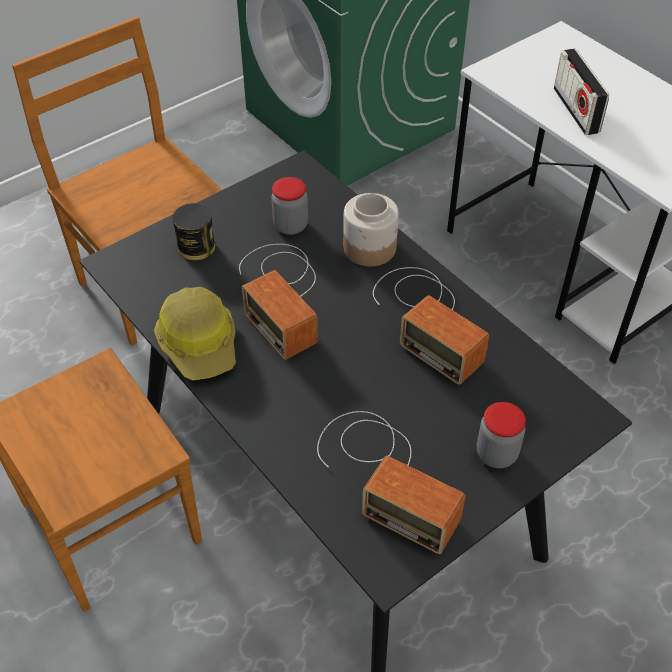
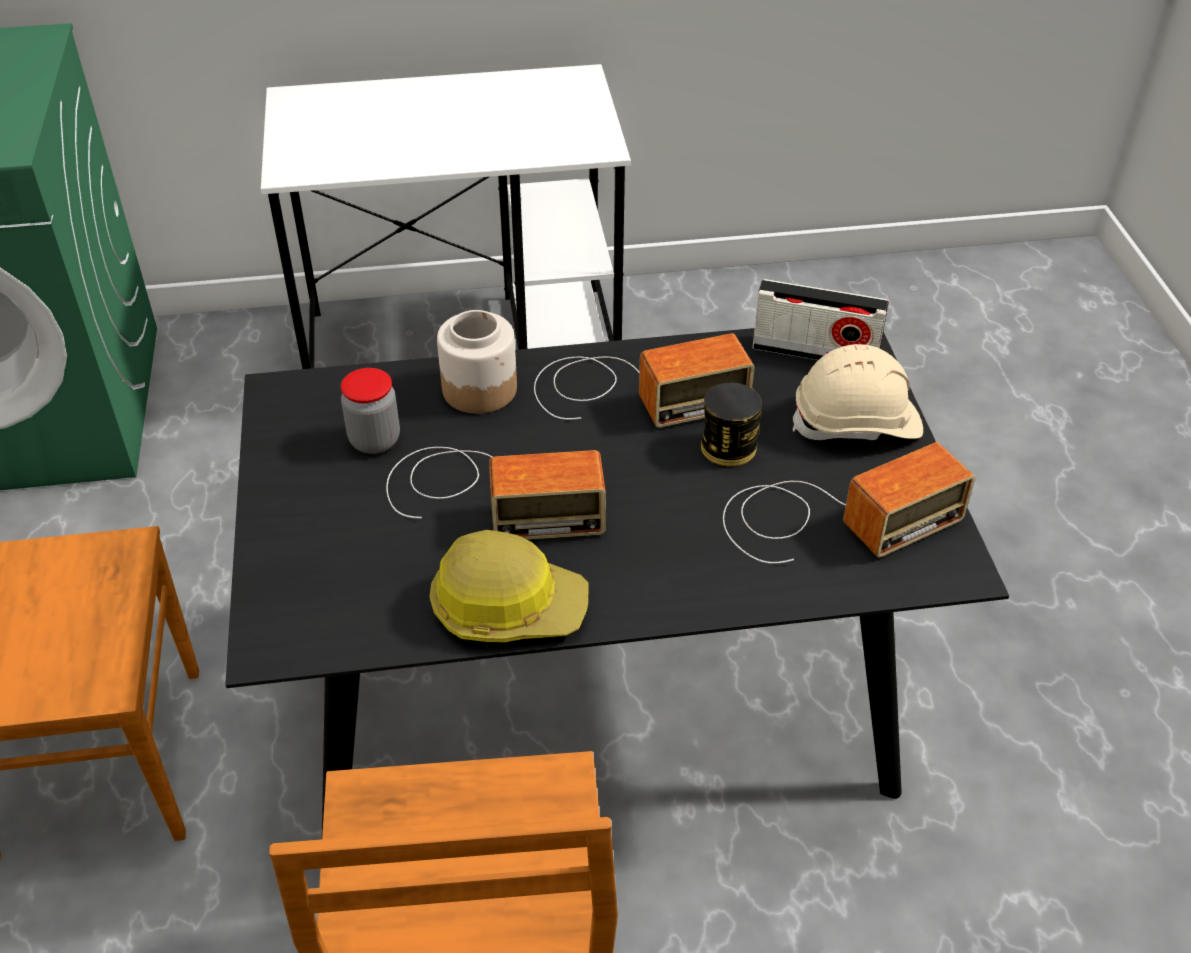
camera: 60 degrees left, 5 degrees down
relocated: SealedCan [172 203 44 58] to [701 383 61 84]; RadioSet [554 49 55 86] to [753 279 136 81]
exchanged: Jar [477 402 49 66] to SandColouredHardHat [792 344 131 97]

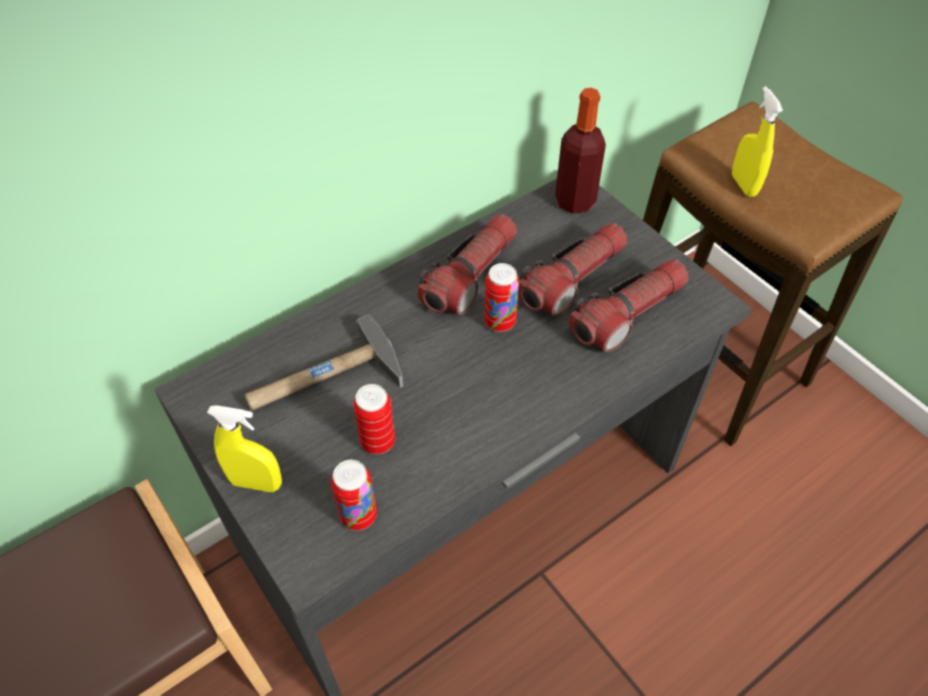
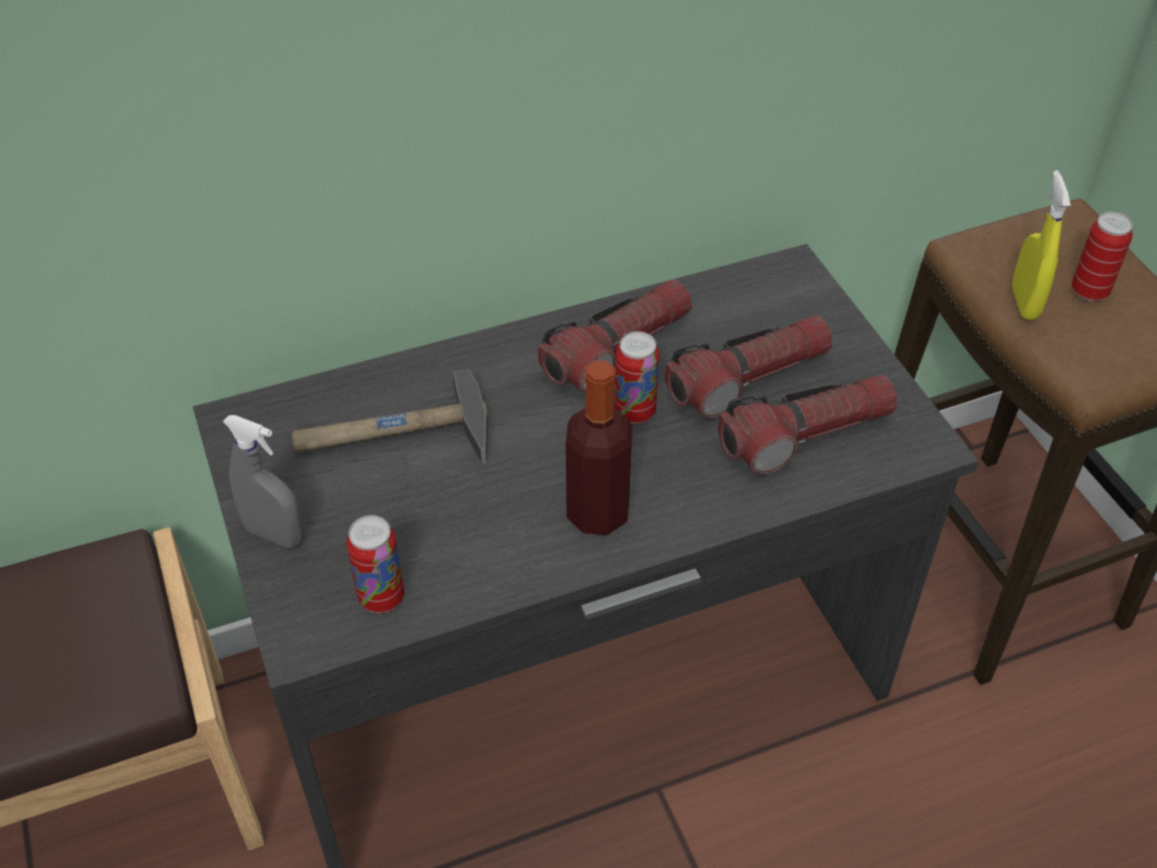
camera: 15 degrees right, 5 degrees down
relocated: SealedCan [354 384 41 70] to [1072 212 61 89]; Bottle [555 88 51 125] to [566 360 66 175]
colour: YellowColouredSprayer [207 405 75 87] to GreySprayer [223 415 81 134]

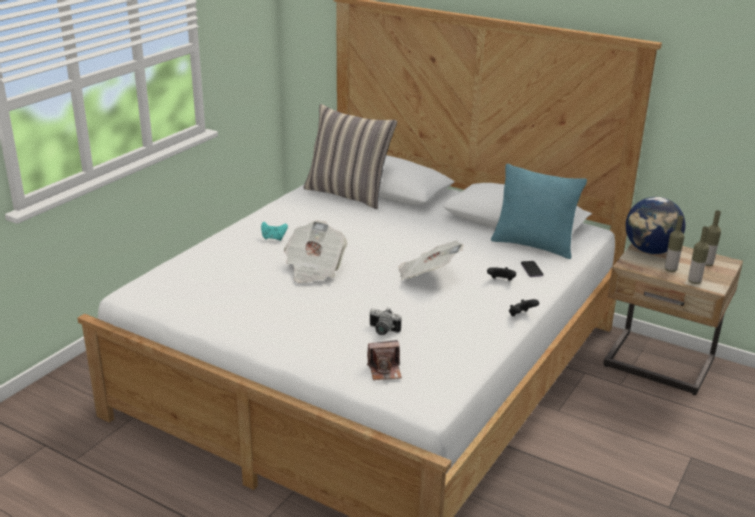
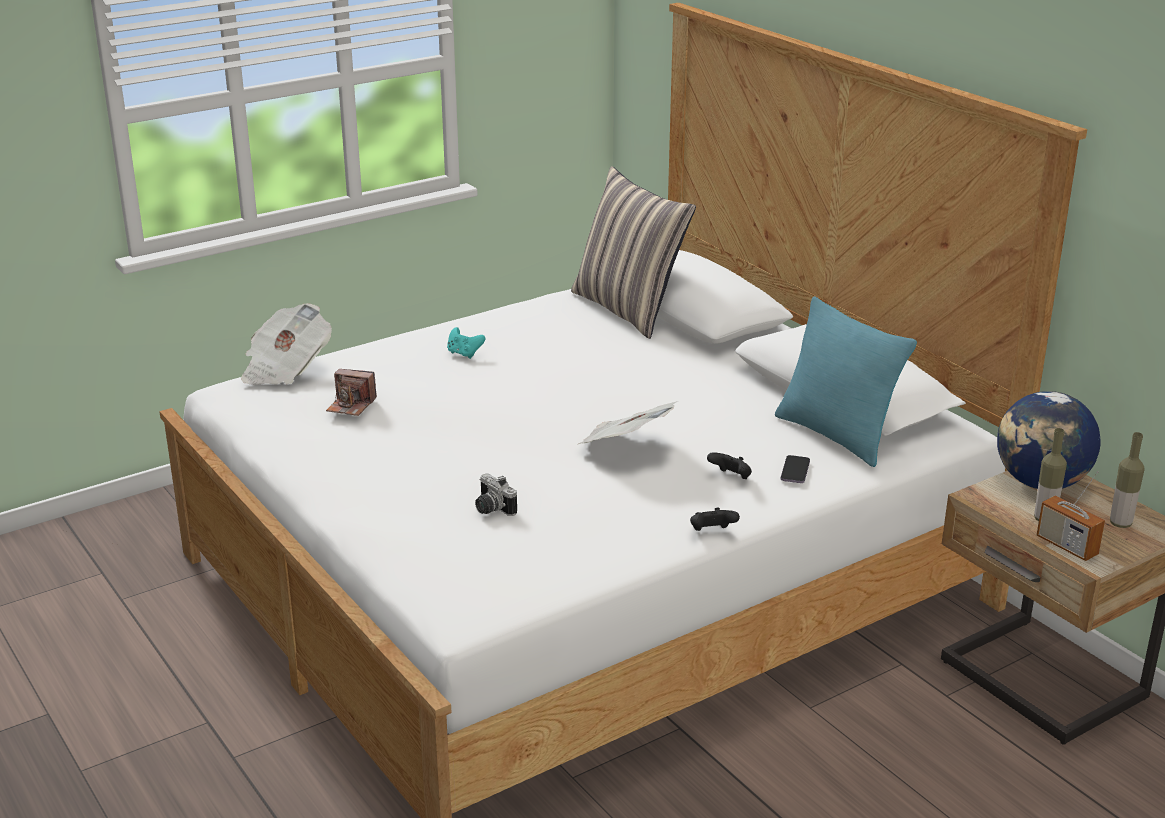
camera: 25 degrees right, 0 degrees up
relocated: Newspaper [284 221 64 62] to [241 303 91 82]; PhotoCamera [367 340 35 40] to [326 369 51 47]
exchanged: Bottle [688 226 21 58] to RadioSet [1037 471 68 90]

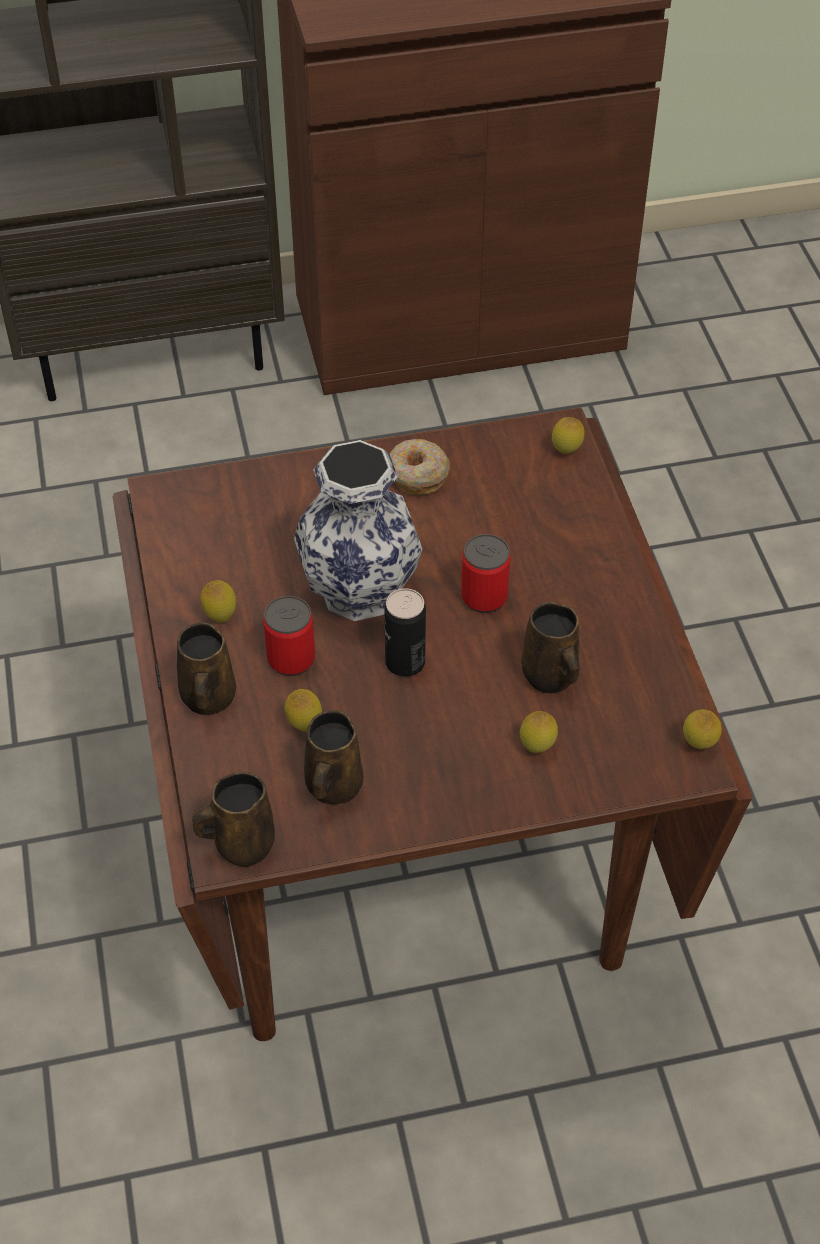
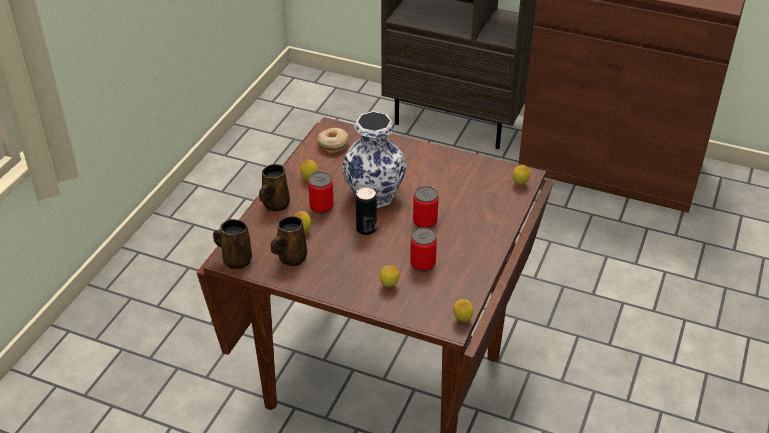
camera: 35 degrees right, 10 degrees down
relocated: Doughnut [390 439 60 56] to [317 128 32 25]
exchanged: BrownColouredTeaMug [522 602 58 91] to SealedCan [410 227 27 45]

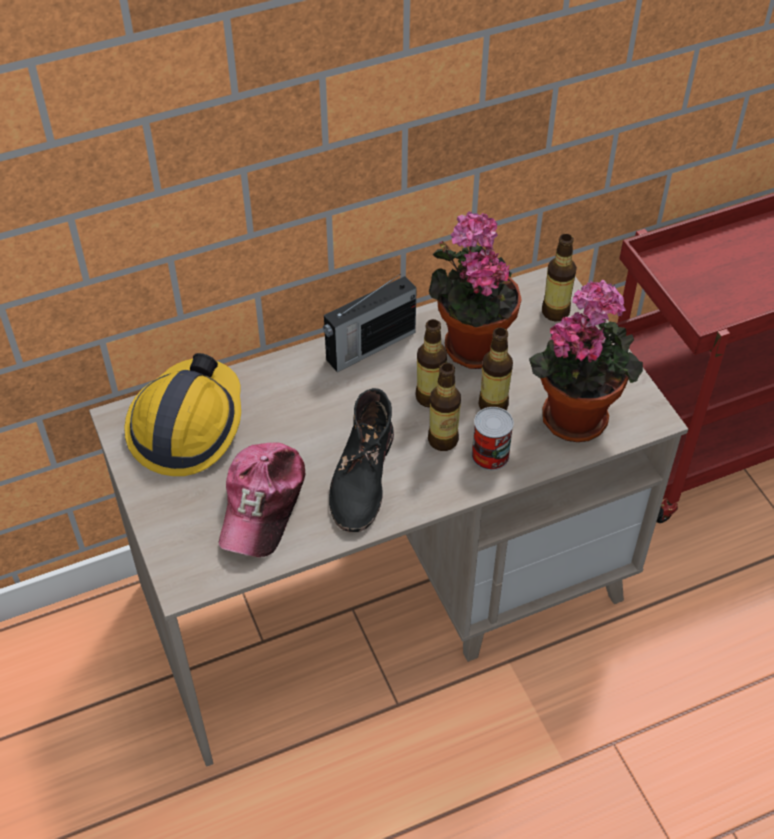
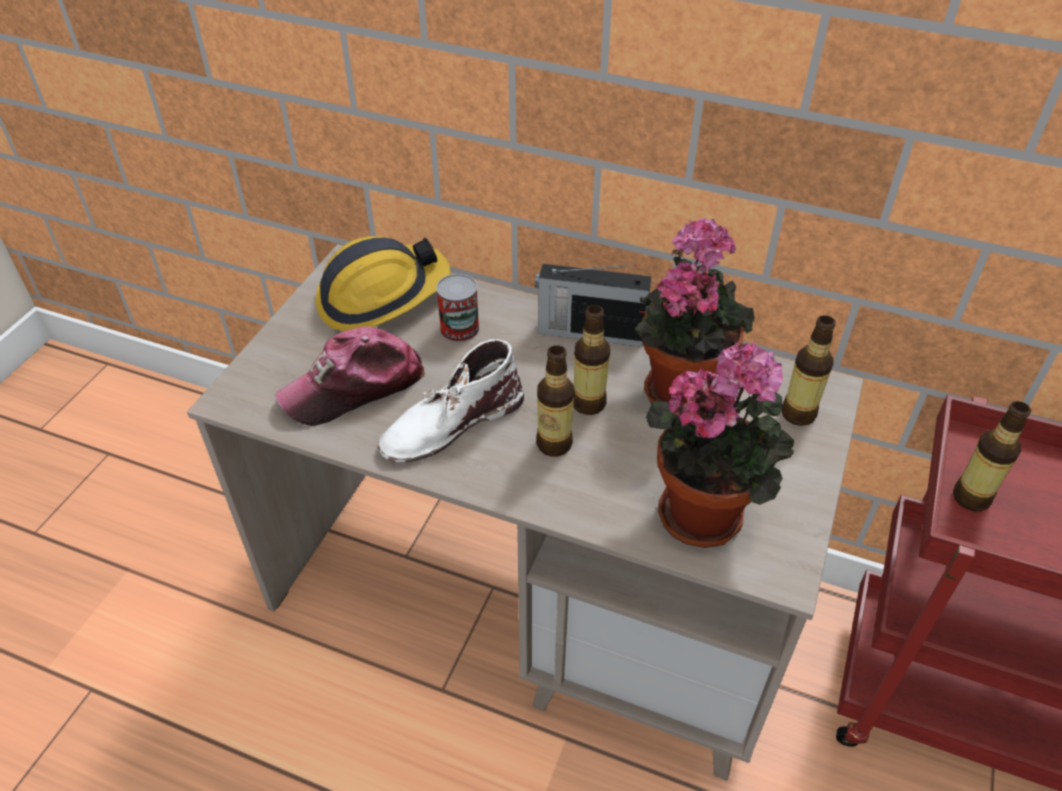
camera: 45 degrees right, 5 degrees down
relocated: SealedCan [471 407 43 63] to [436 274 44 69]; Bottle [478 328 35 82] to [953 401 78 110]
colour: BlackColouredBoot [329 388 65 144] to WhiteColouredBoot [378 339 146 124]

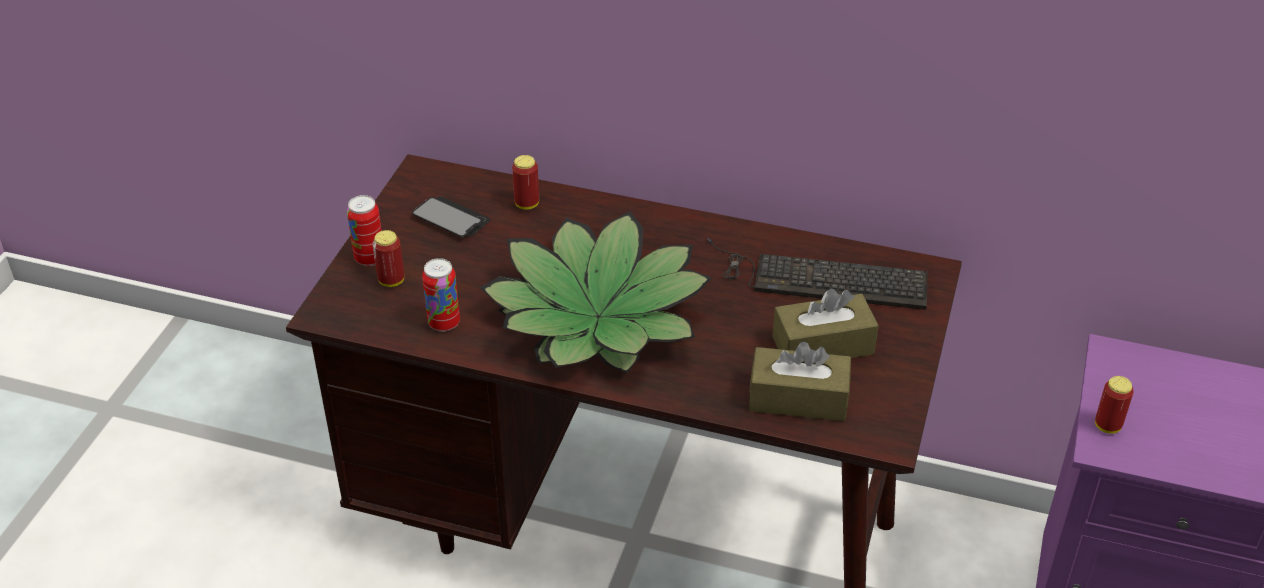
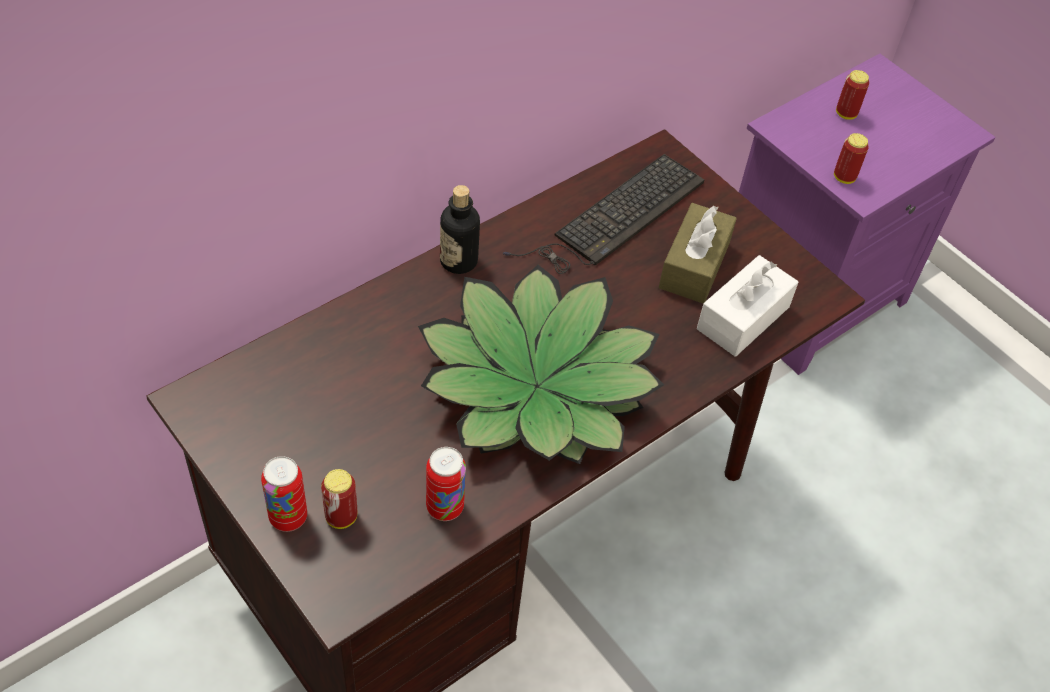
camera: 60 degrees left, 10 degrees up
missing: Phone [412 196 78 41]
appeared: Bottle [440 185 40 89]
relocated: SealedCan [512 155 27 55] to [836 70 33 50]
colour: BrownColouredTissueBox [749 342 102 79] to WhiteColouredTissueBox [697 255 101 102]

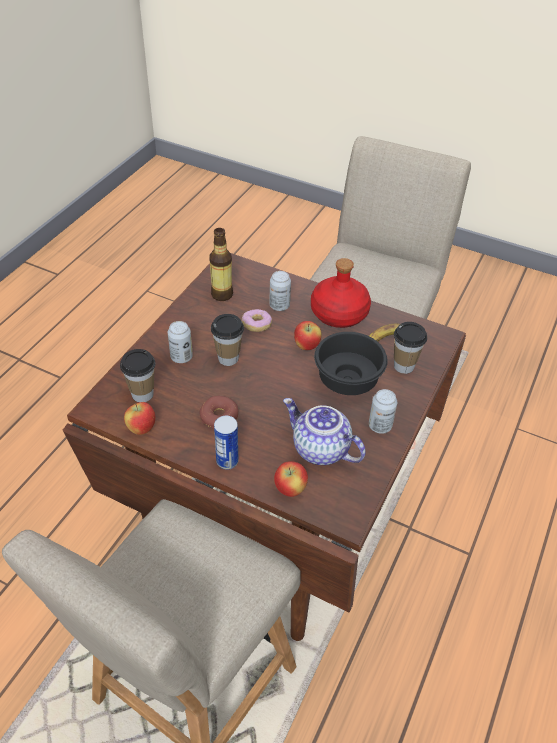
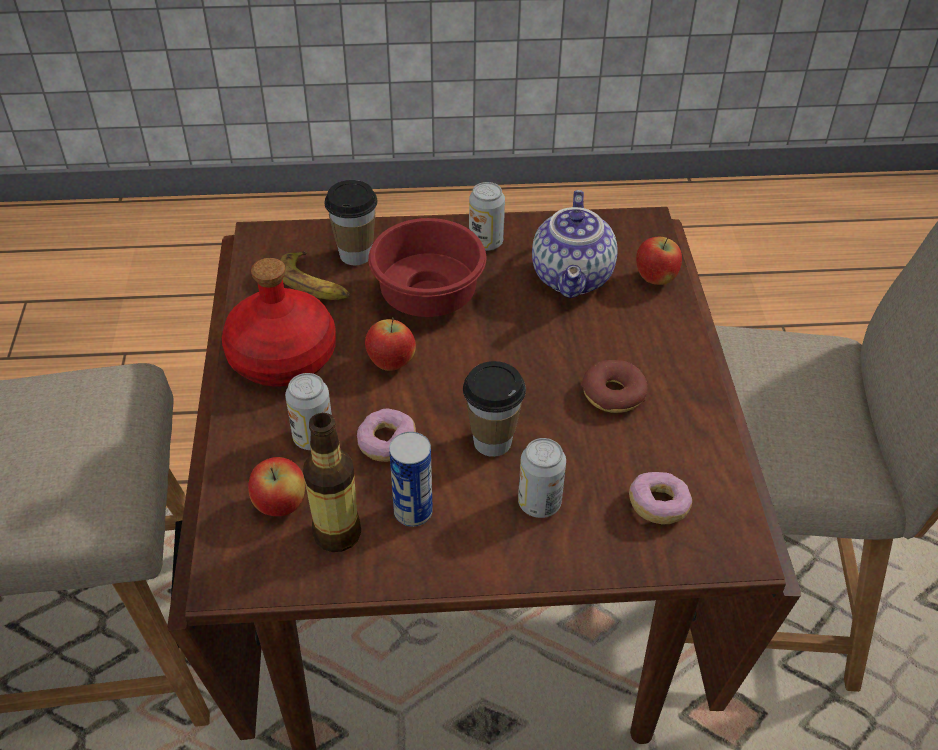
camera: 120 degrees left, 0 degrees up
relocated: WholeApple [124 402 32 33] to [248 457 57 59]; SealedCan [214 416 25 54] to [389 432 44 95]
exchanged: SmallCup [120 349 36 53] to Doughnut [629 472 63 52]
colour: BlackColouredServingBowl [314 332 74 63] to RedServingBowl [368 218 118 99]

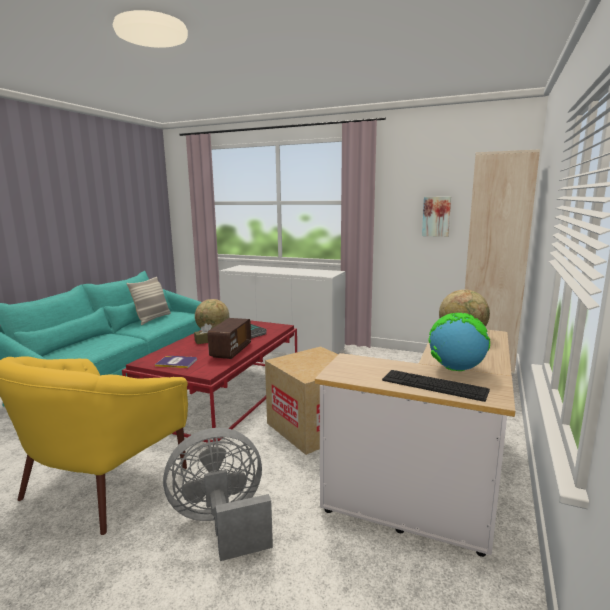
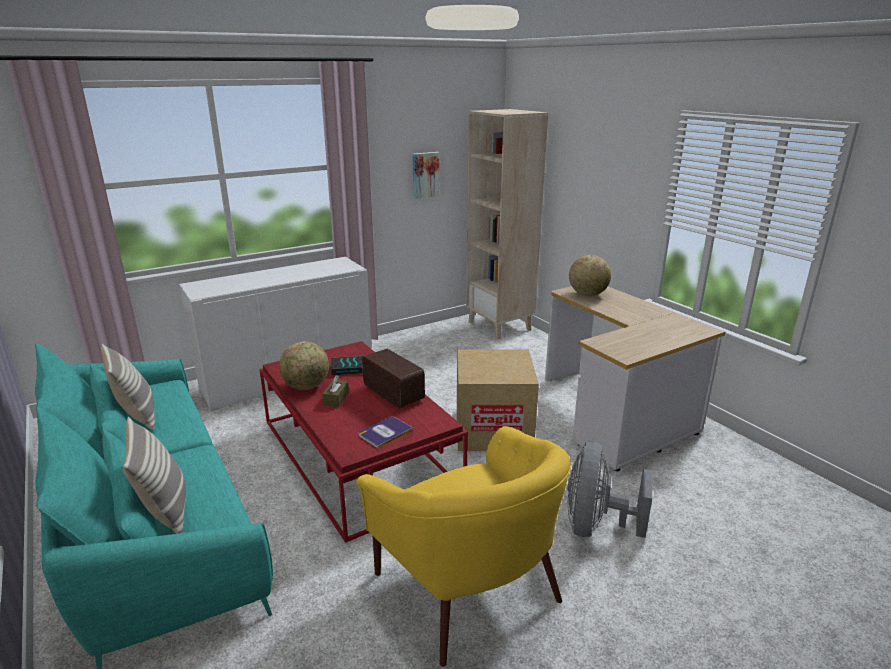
camera: 55 degrees left, 10 degrees up
missing: ComputerKeyboard [382 370 108 32]; Globe [428 313 62 58]
appeared: ThrowPillow [123 417 63 117]

